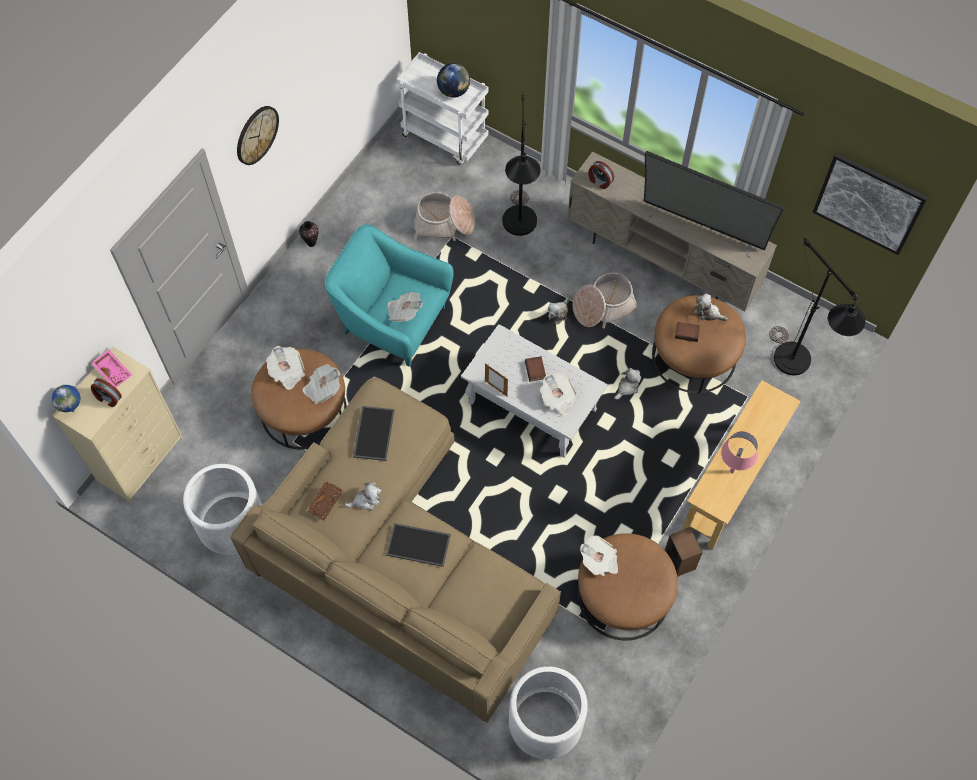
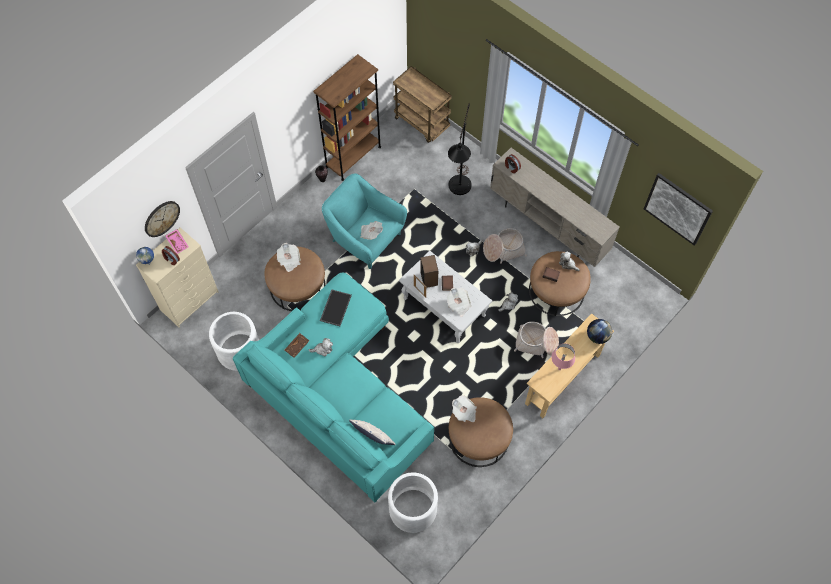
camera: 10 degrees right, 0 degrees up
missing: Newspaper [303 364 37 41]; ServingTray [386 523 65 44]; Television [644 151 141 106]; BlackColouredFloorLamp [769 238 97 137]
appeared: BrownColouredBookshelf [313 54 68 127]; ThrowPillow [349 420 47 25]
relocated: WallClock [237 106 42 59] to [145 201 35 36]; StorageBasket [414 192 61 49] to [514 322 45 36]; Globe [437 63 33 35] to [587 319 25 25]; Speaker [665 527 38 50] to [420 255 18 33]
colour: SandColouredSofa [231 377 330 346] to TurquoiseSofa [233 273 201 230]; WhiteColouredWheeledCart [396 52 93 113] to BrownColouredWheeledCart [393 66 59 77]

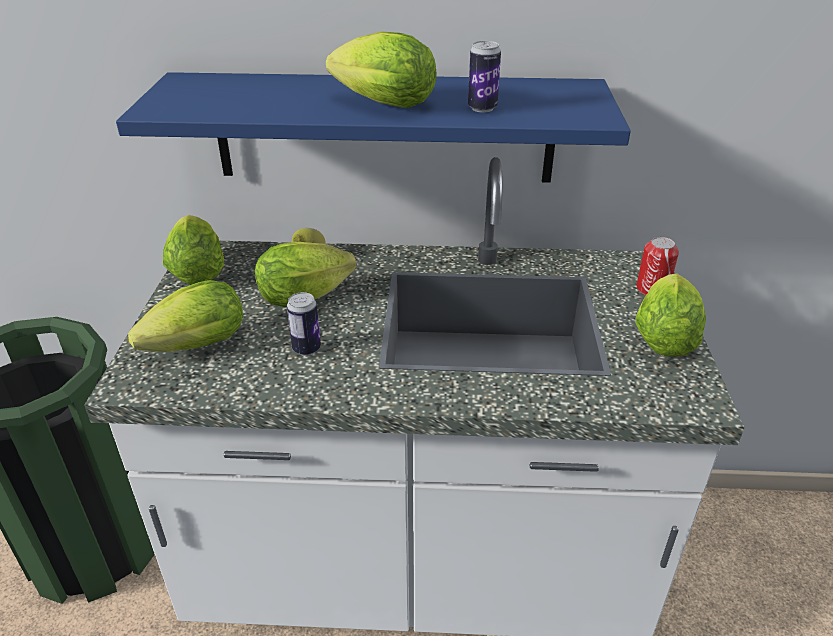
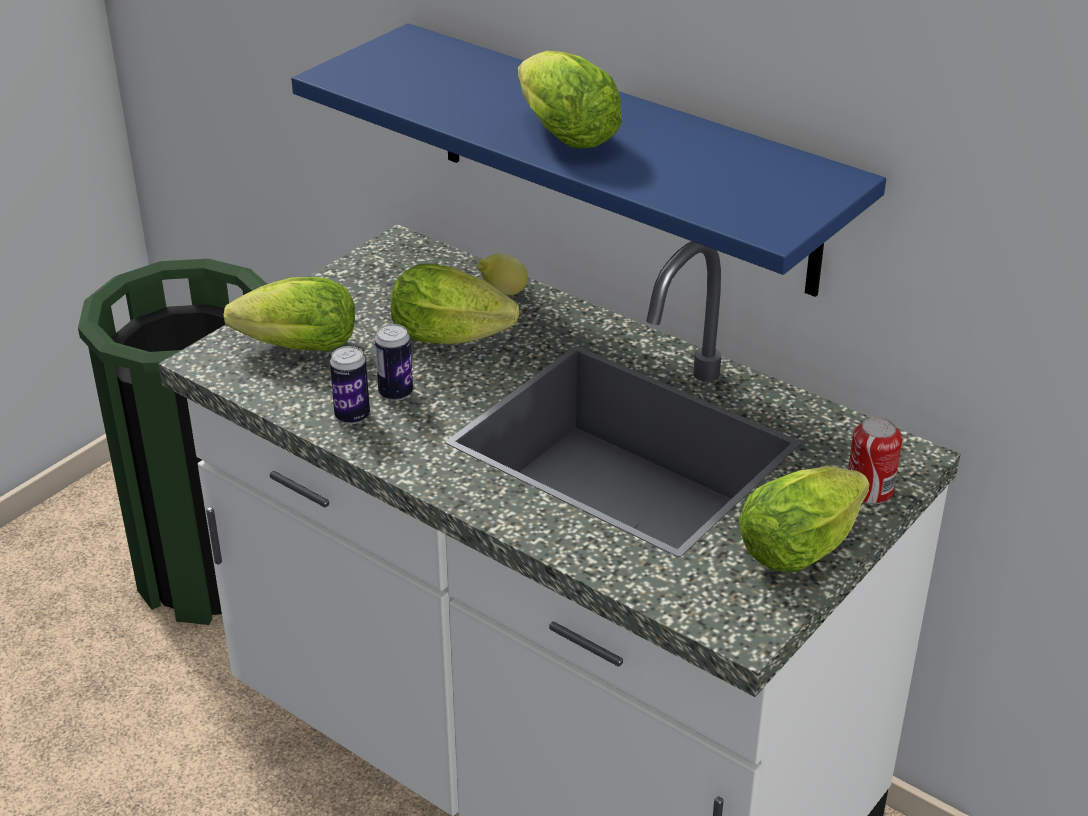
camera: 35 degrees right, 0 degrees up
missing: Lettuce [163 215 61 70]
relocated: SealedCan [468 41 33 72] to [330 346 40 78]

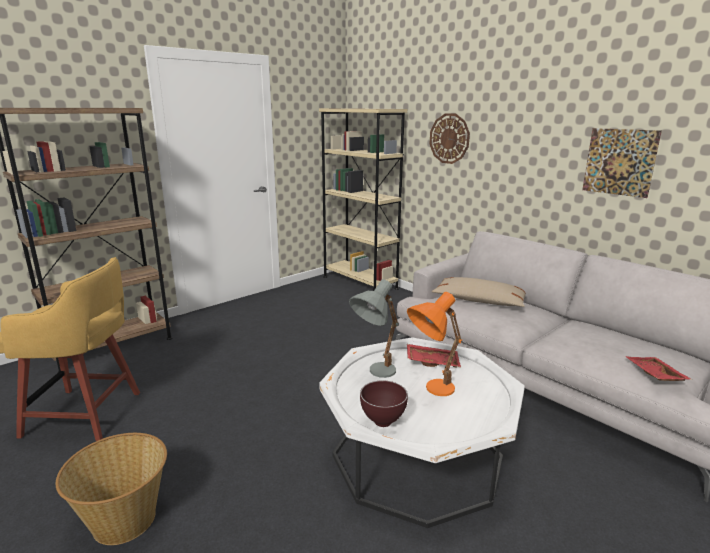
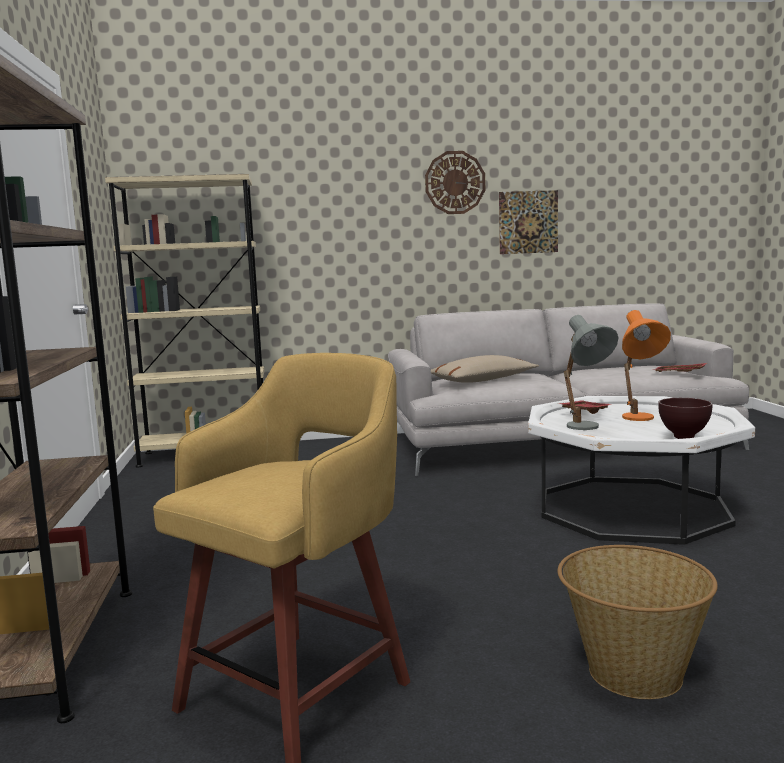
camera: 55 degrees left, 10 degrees down
relocated: WallClock [429 113 41 51] to [425 151 60 63]

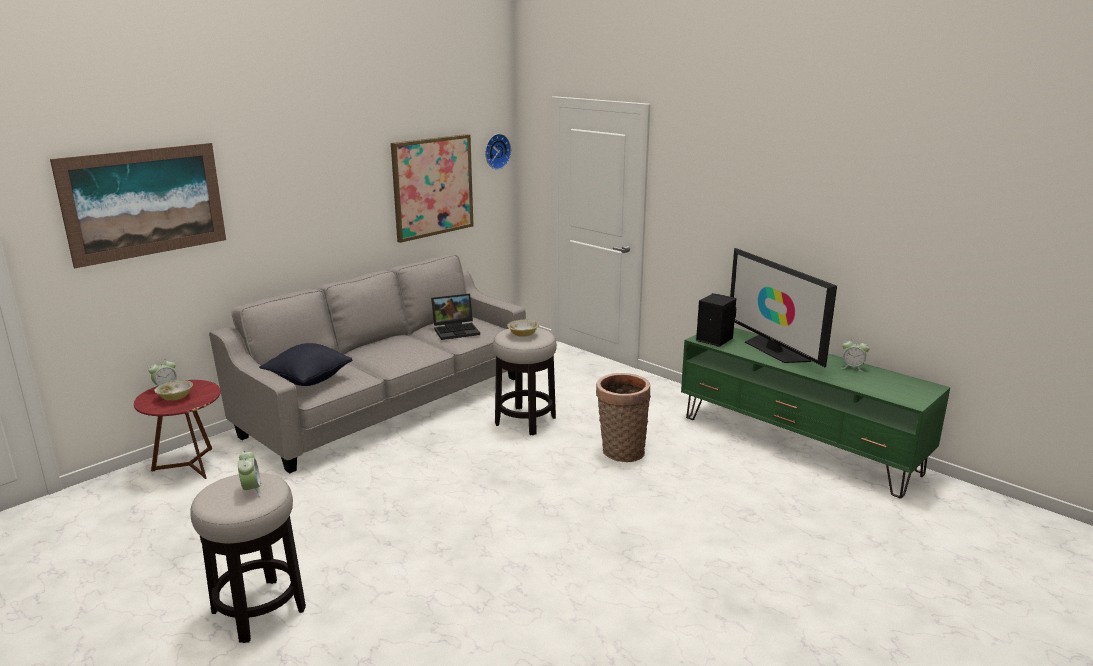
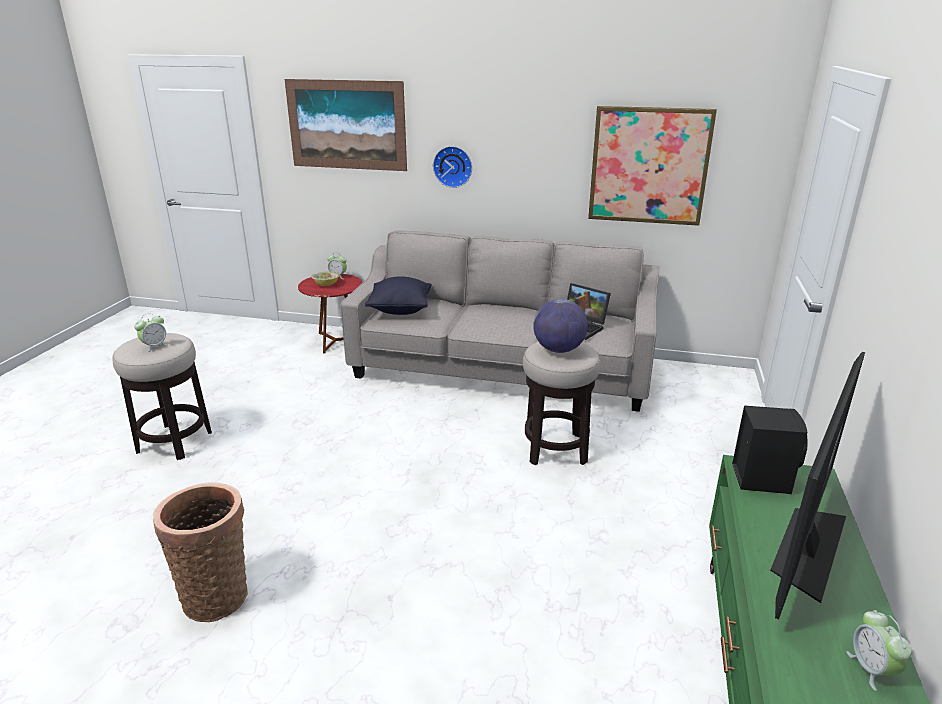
camera: 60 degrees right, 5 degrees up
relocated: WallClock [485 134 26 36] to [433 146 39 42]; StorageBasket [596 373 55 89] to [153 482 95 140]
exchanged: ServingBowl [507 320 32 17] to Globe [533 299 55 54]

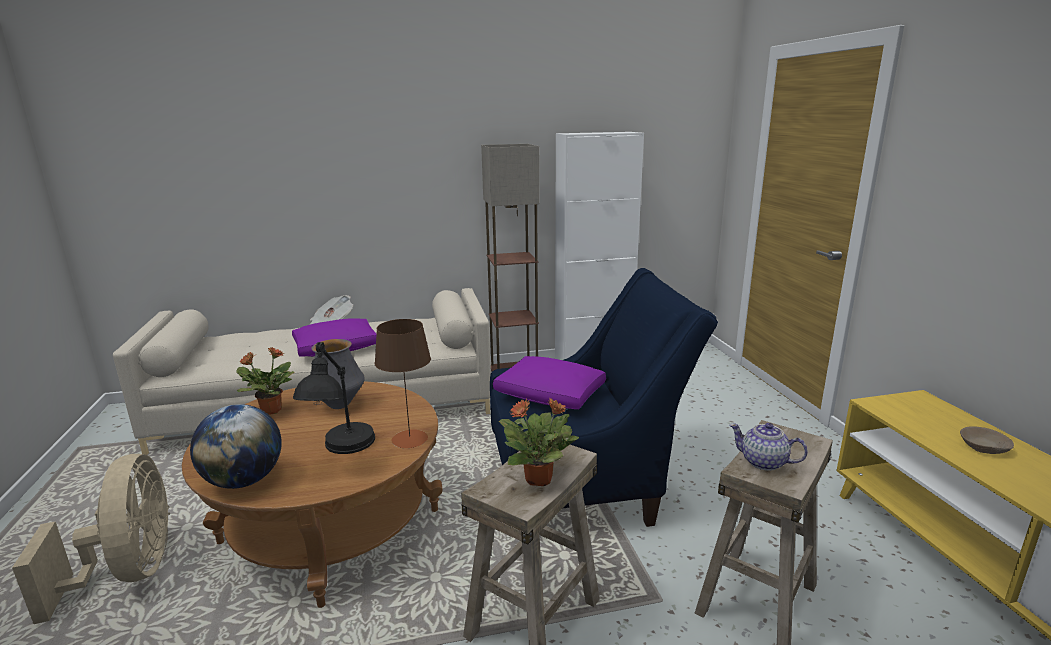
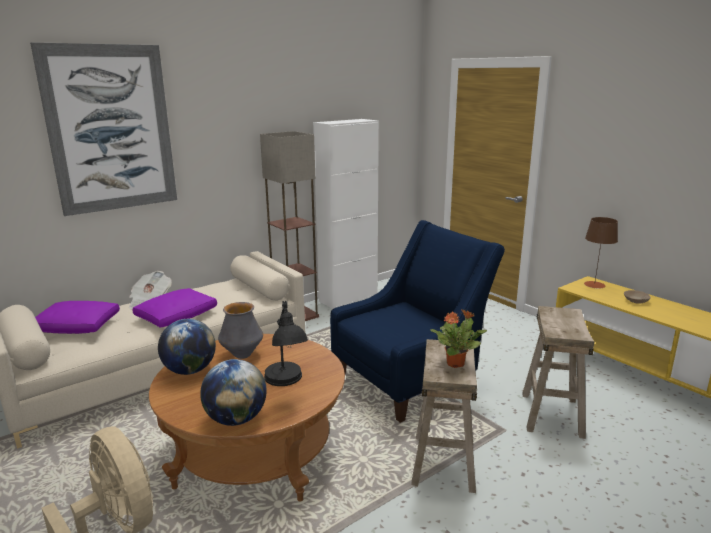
camera: 25 degrees left, 0 degrees up
missing: TeaPot [729 423 79 48]
appeared: WallArt [30 42 147 174]
relocated: BrownColouredLampForATable [375 319 56 129] to [584 217 34 71]; PurpleThrowPillow [493 356 113 53] to [35 301 85 33]
exchanged: PlantInAPot [236 347 59 68] to Globe [158 319 58 56]

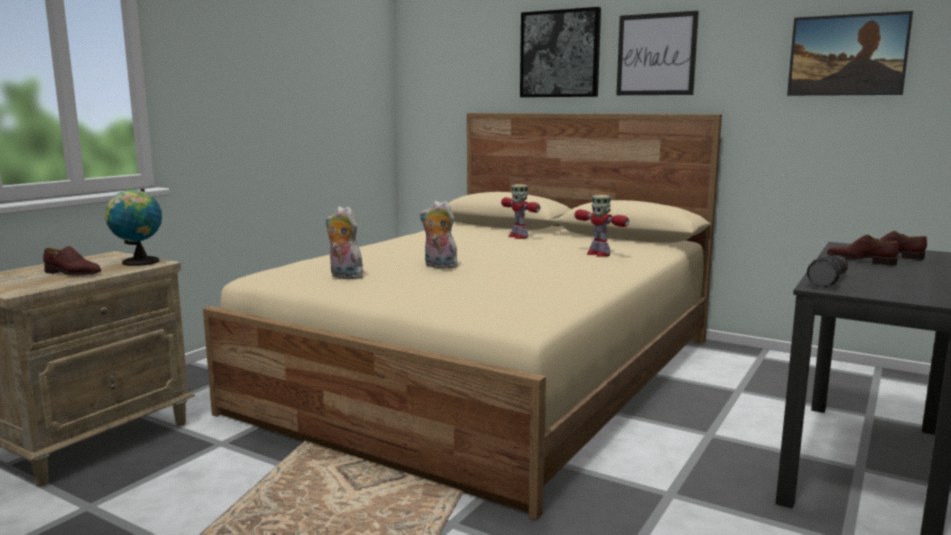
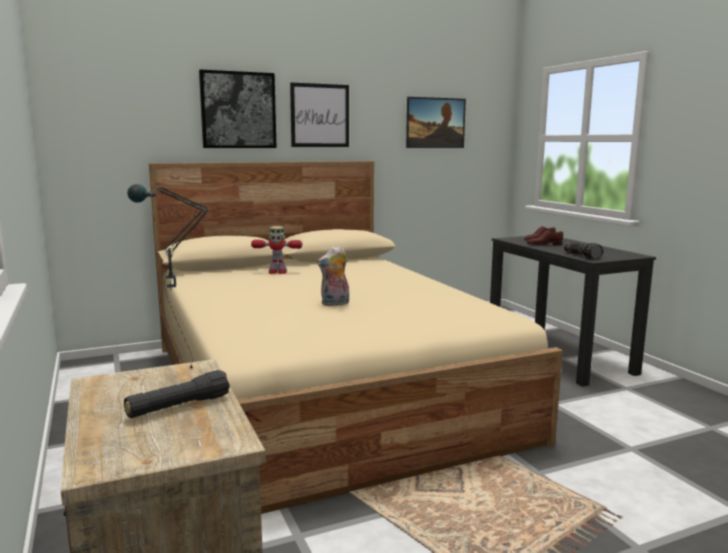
camera: 55 degrees left, 0 degrees up
missing: SoftToy [326 206 39 73]; ToyRobot [575 195 54 62]
exchanged: BrownColouredItemOfFootwear [43 246 58 30] to BlackColouredTorch [124 370 106 48]; Globe [105 188 57 78] to LampForATable [127 184 82 185]

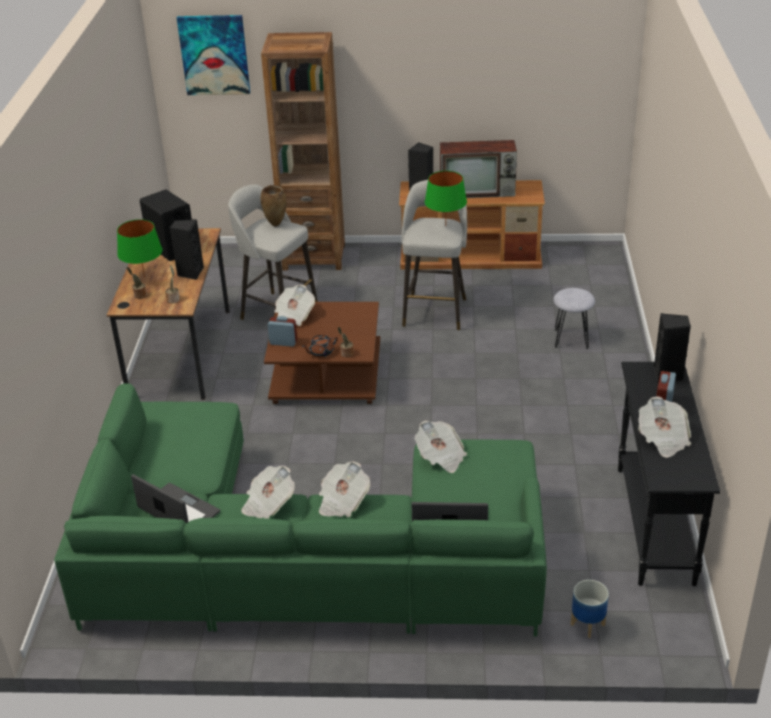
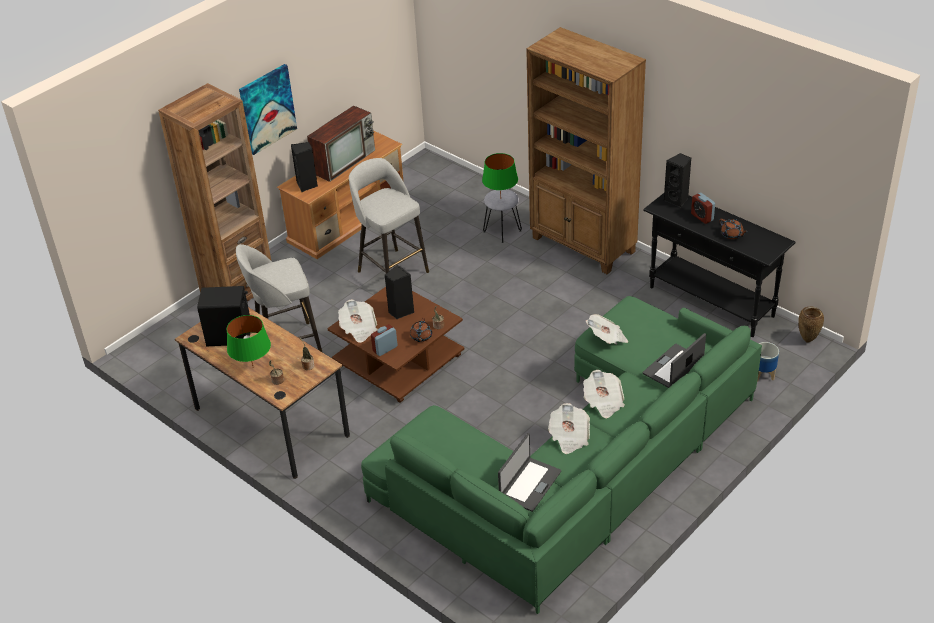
camera: 50 degrees left, 5 degrees up
appeared: BrownColouredBookshelf [526 27 120 247]
relocated: BlackColouredSpeaker [170 219 34 61] to [384 265 30 54]; WallArt [177 15 73 80] to [239 64 58 91]; BrownColouredVase [260 185 27 41] to [798 306 26 36]; GreenColouredLampForATable [425 171 42 55] to [482 153 36 44]
exchanged: Newspaper [638 396 53 62] to BrownColouredTeaPot [720 219 28 20]
spun: PortableComputer [131 474 89 49] = [498 433 63 79] 135 degrees clockwise

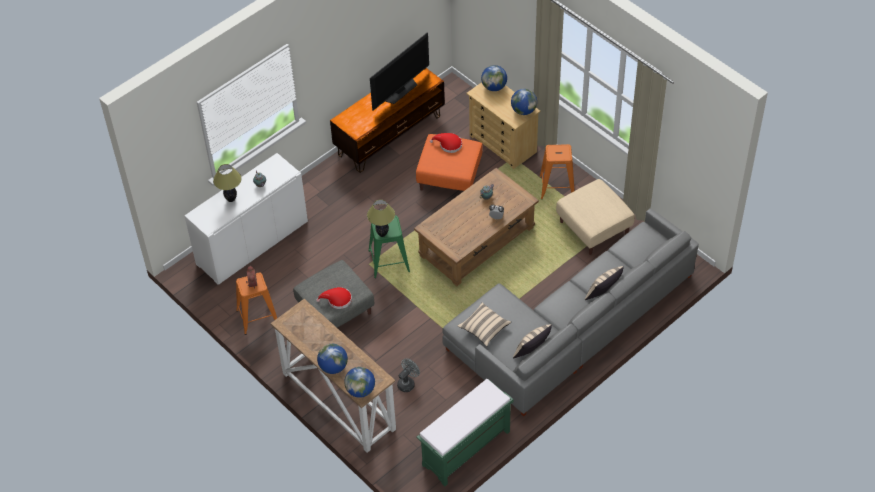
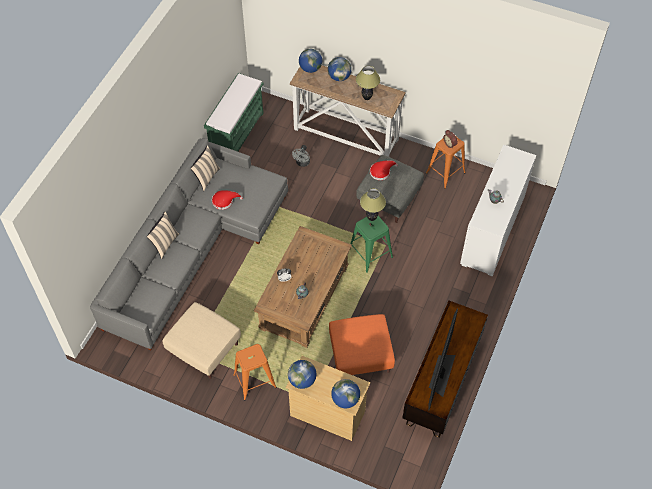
camera: 155 degrees right, 5 degrees up
missing: SandColouredThrowPillow [458 302 53 45]
relocated: LampForATable [213 164 28 38] to [356 66 24 34]; RedWearableHat [430 133 32 20] to [212 190 31 20]

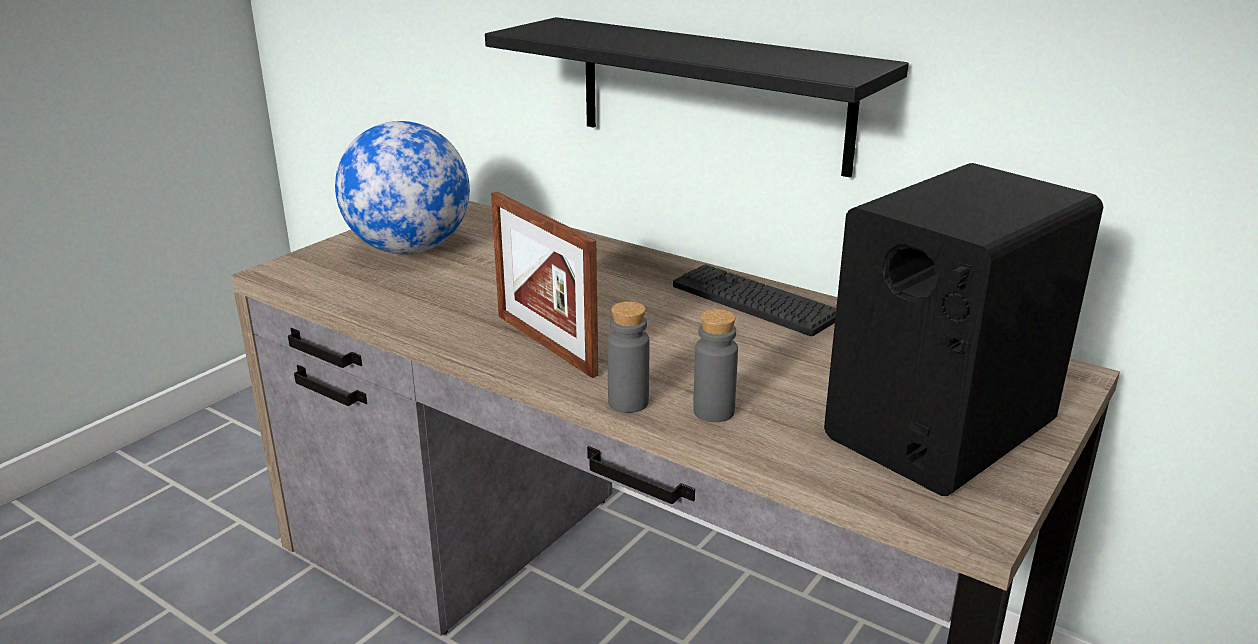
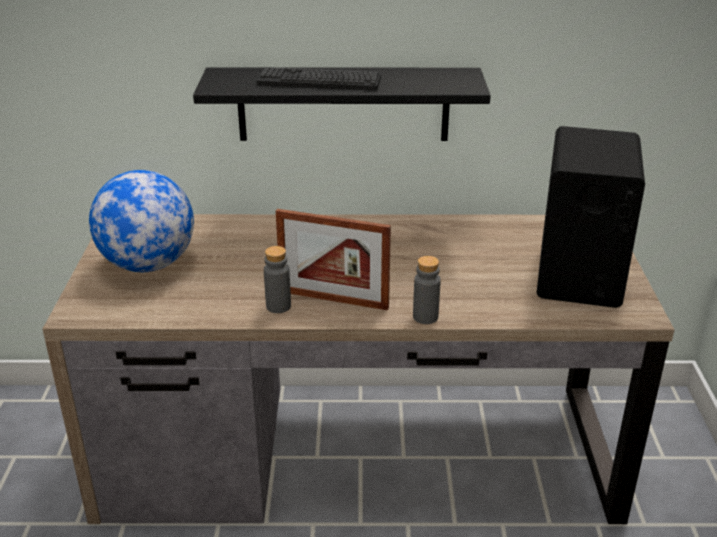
camera: 35 degrees left, 5 degrees up
relocated: ComputerKeyboard [673 264 163 72] to [256 67 125 23]; GreyBottle [693 309 45 113] to [264 246 27 67]

